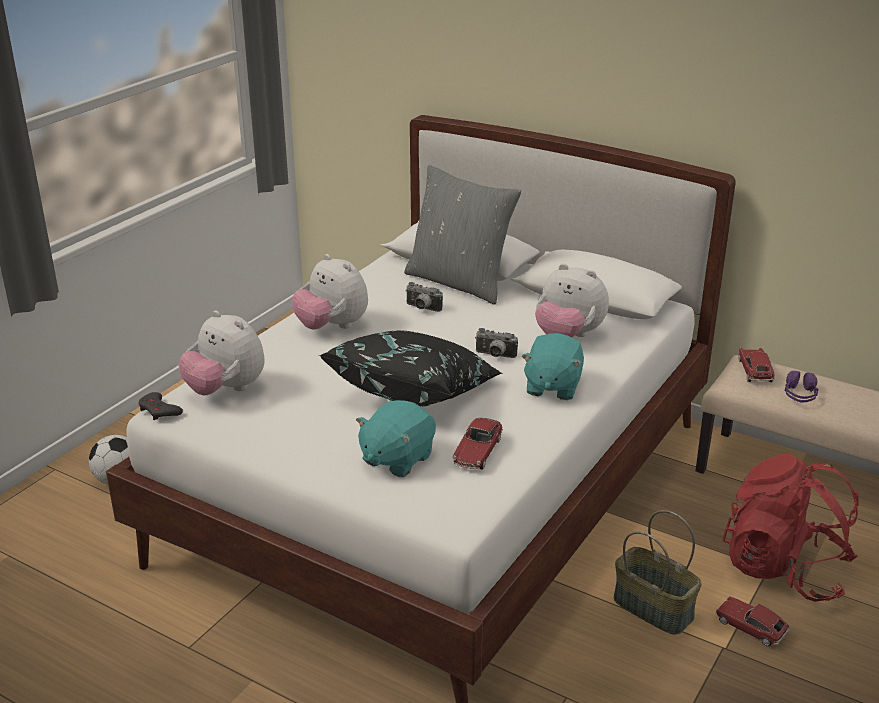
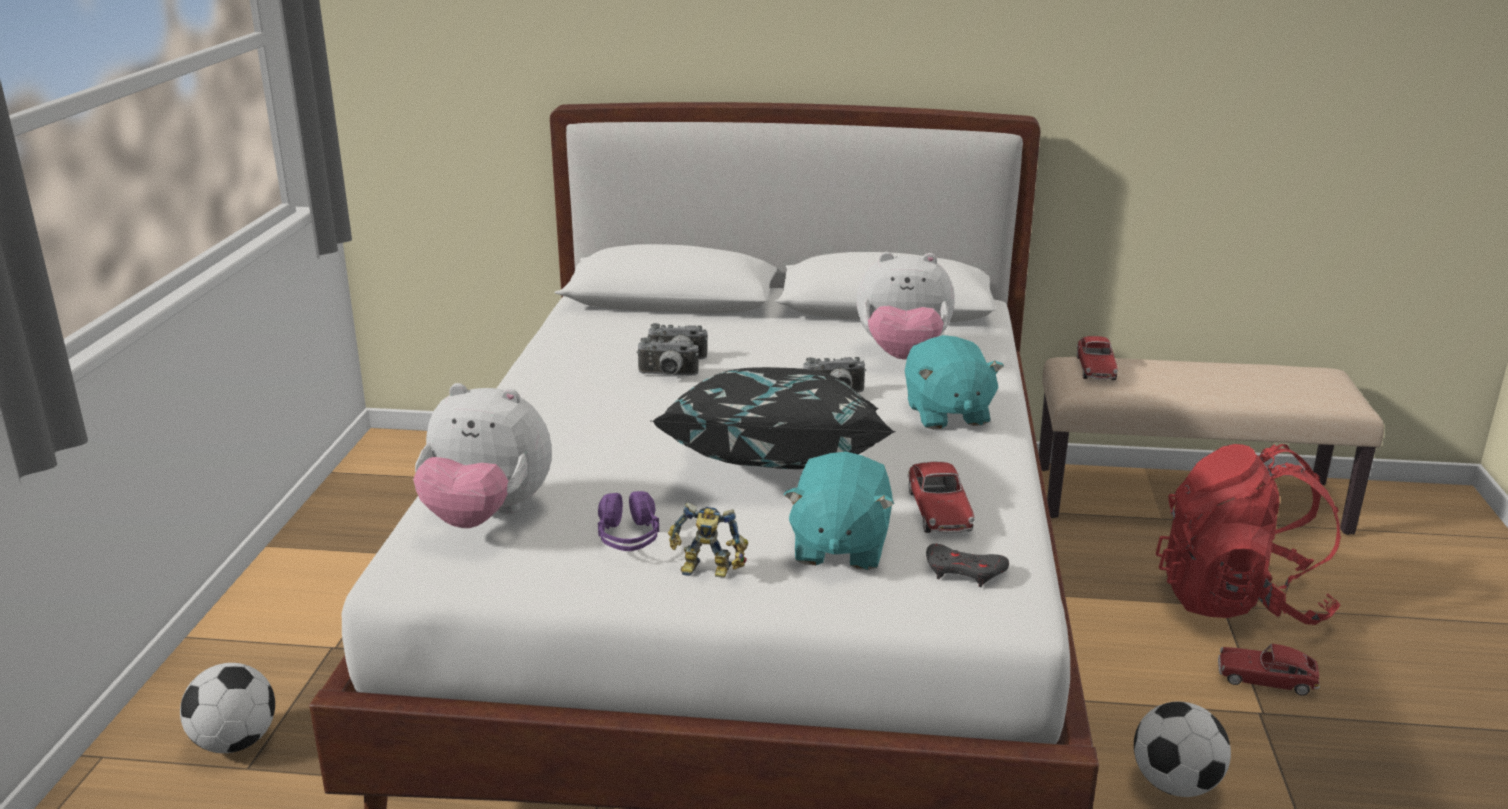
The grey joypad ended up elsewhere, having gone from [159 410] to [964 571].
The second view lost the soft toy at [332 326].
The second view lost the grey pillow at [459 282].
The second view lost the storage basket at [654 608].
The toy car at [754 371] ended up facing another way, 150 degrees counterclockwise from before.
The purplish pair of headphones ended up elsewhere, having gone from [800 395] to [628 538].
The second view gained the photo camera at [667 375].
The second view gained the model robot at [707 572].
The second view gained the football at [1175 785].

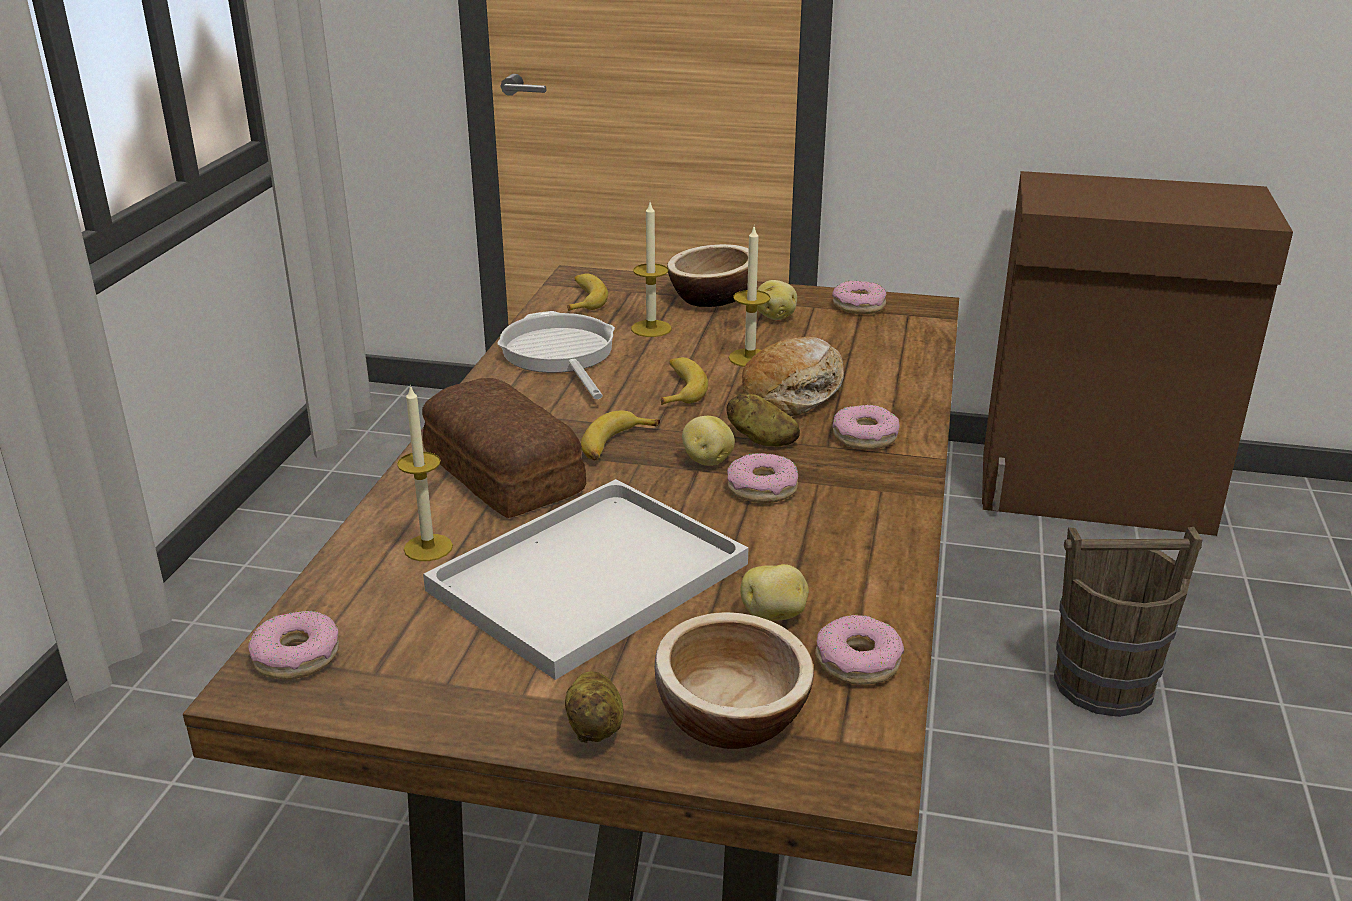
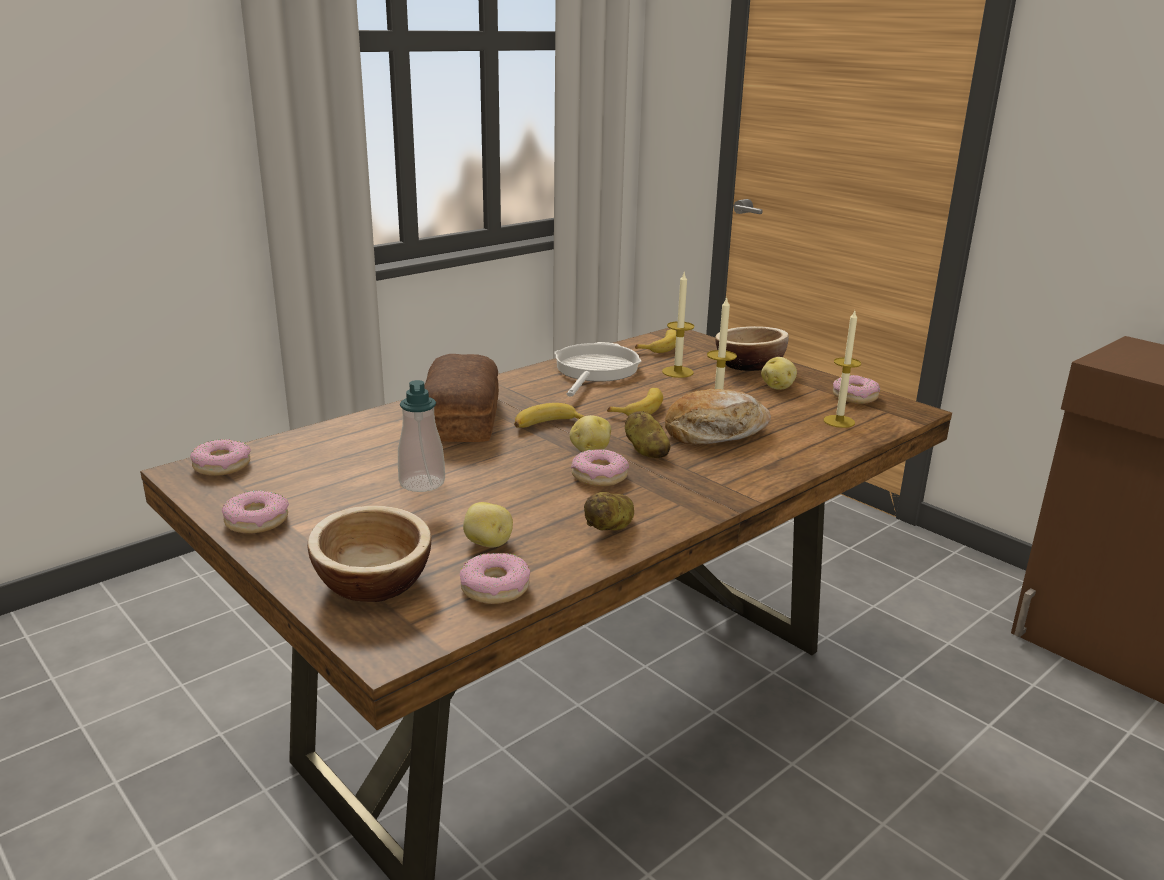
The wax light ended up elsewhere, having gone from [428 547] to [839 421].
Where the white-coloured serving tray stood at [591 573], the soap dispenser came to stand at [422 483].
The whole potato ended up elsewhere, having gone from [596 727] to [610 527].
The donut ended up elsewhere, having gone from [864 437] to [257 521].
The second view lost the brown bucket at [1102 684].

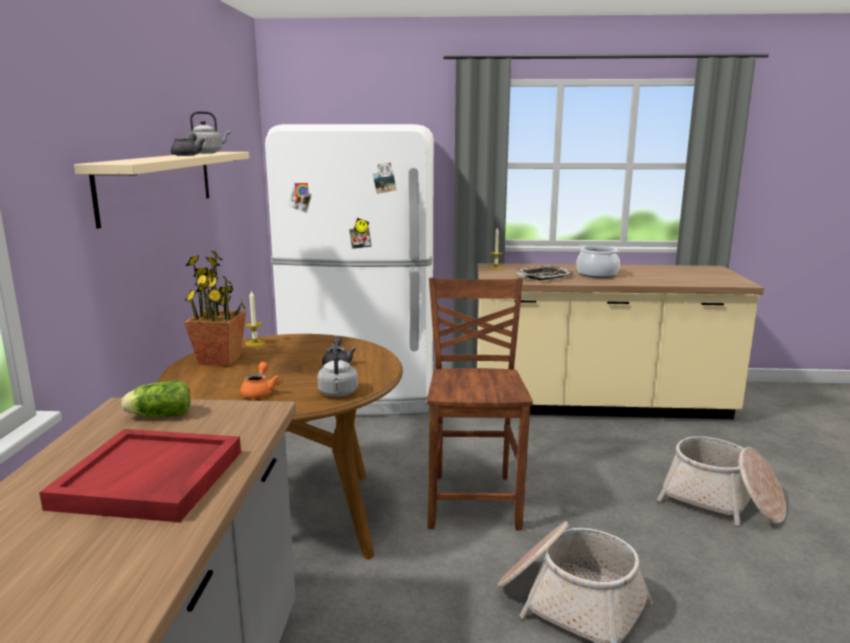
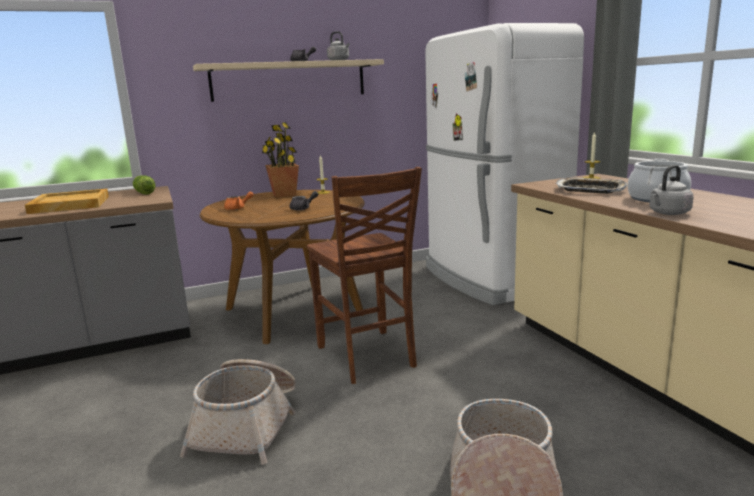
What was the red-coloured serving tray at [150 480] turned into the beige-coloured serving tray at [69 204].
The grey water kettle ended up elsewhere, having gone from [338 394] to [668 213].
The brown chair at [474 500] ended up facing another way, 90 degrees clockwise from before.

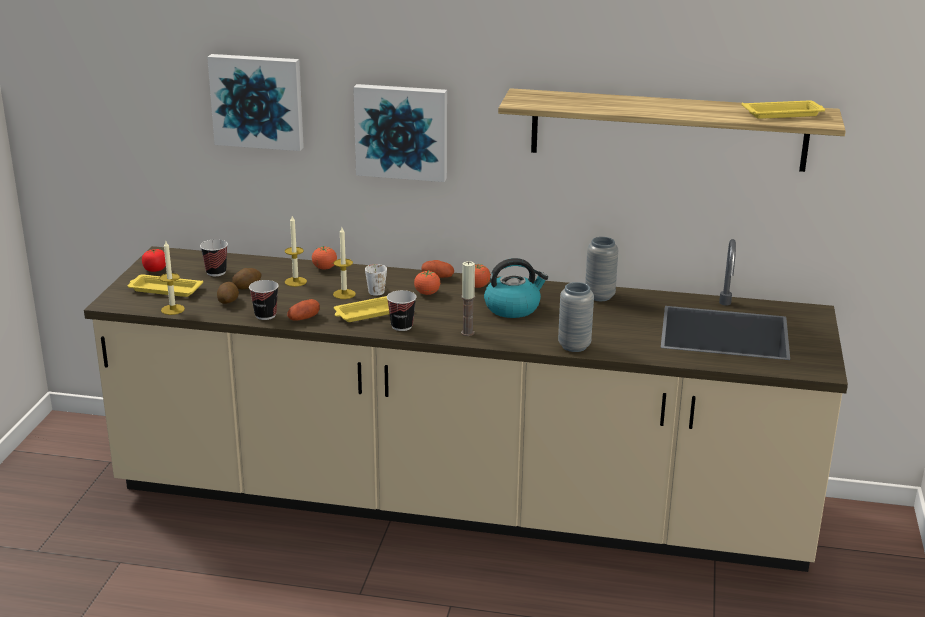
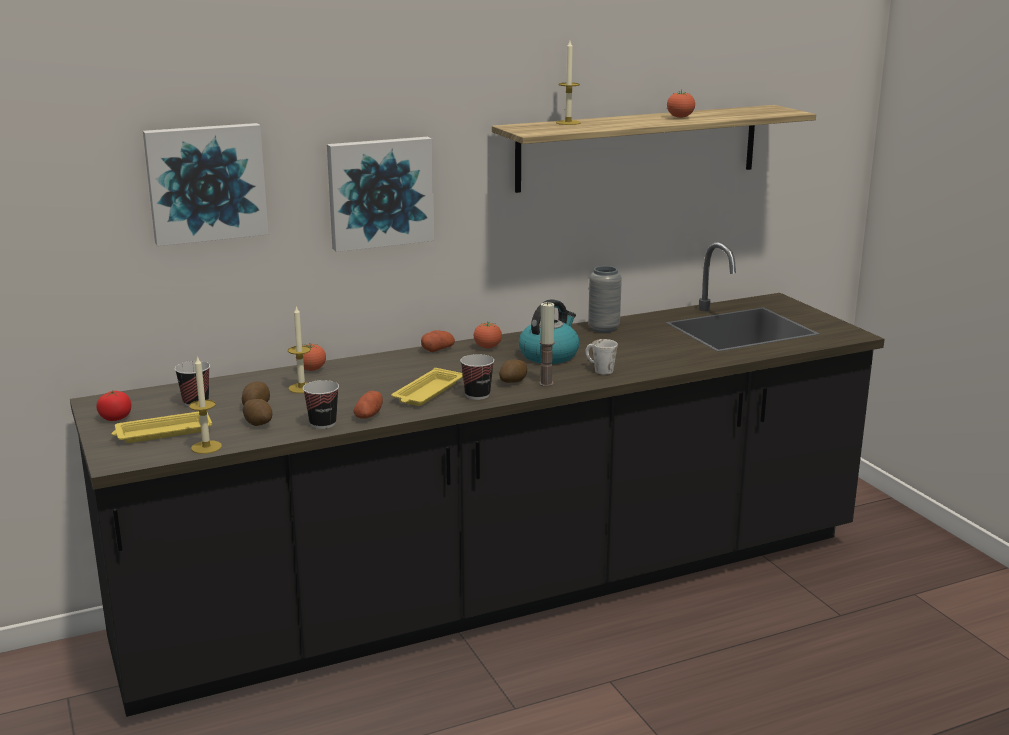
What was the beige-coloured kitchen base unit at [460 502] turned into the black-coloured kitchen base unit at [504 590].
The wax light ended up elsewhere, having gone from [344 294] to [568 122].
The white-coloured tea mug ended up elsewhere, having gone from [375 290] to [599 369].
The whole tomato ended up elsewhere, having gone from [427 293] to [680 117].
The second view lost the grey decorative vase at [574 346].
The second view lost the yellowish serving tray at [784 114].
The second view gained the whole potato at [513 382].

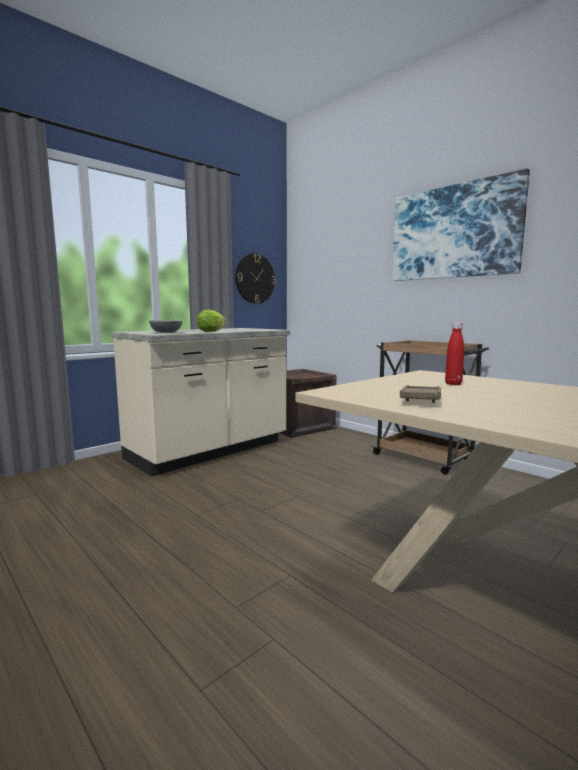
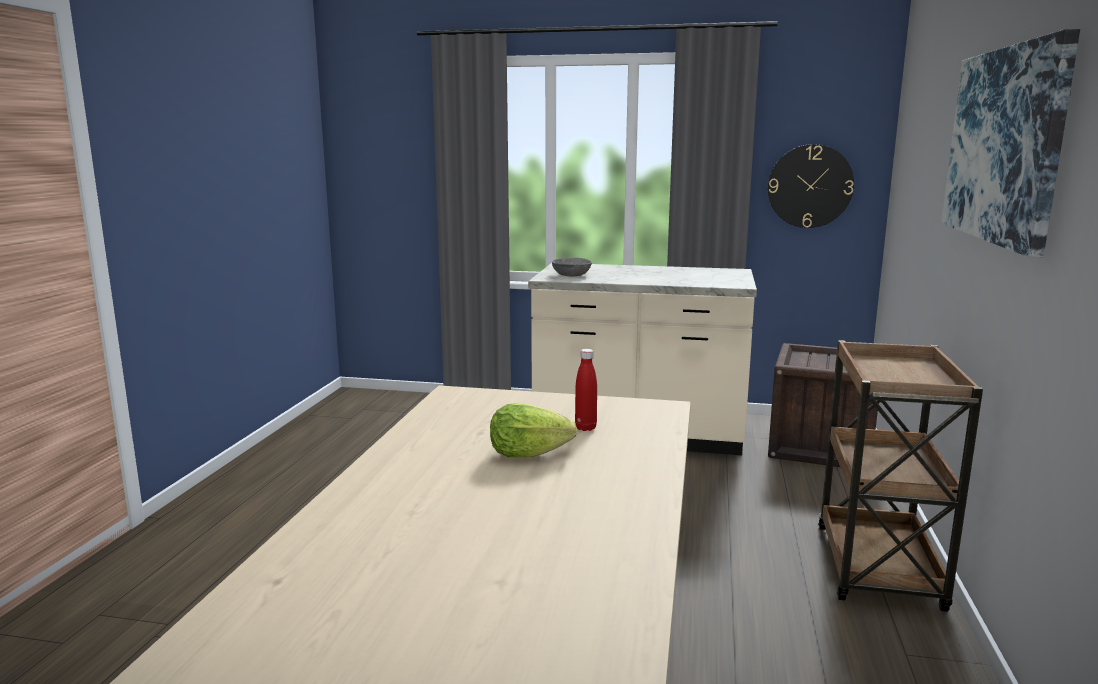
The lettuce ended up elsewhere, having gone from [211 331] to [527 454].
The second view lost the brown serving tray at [421 399].

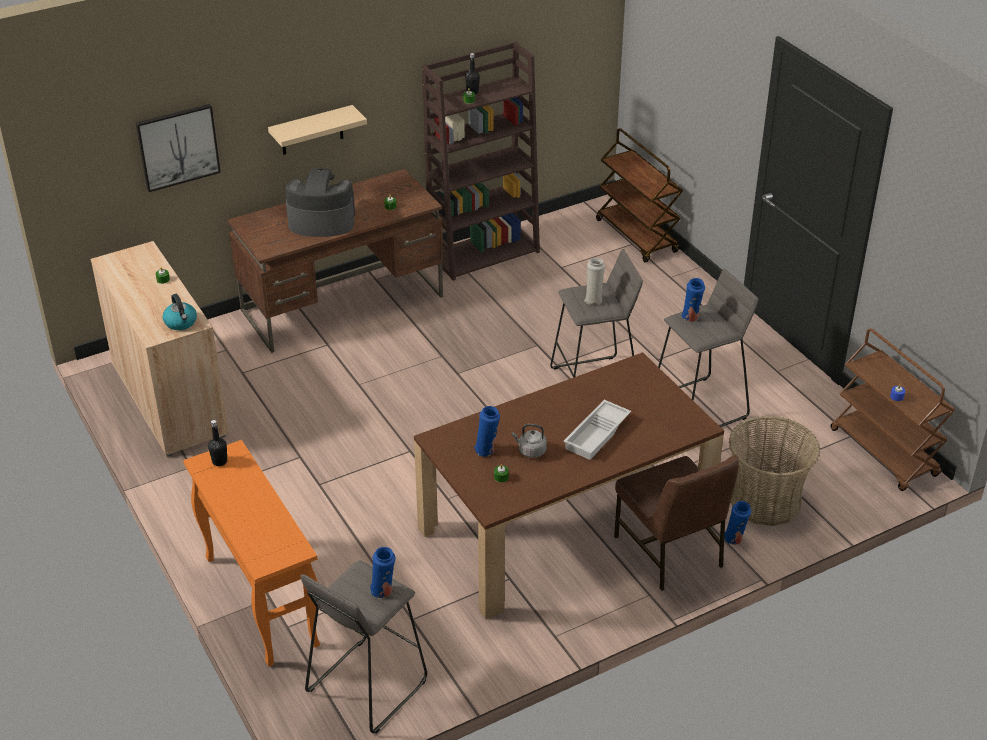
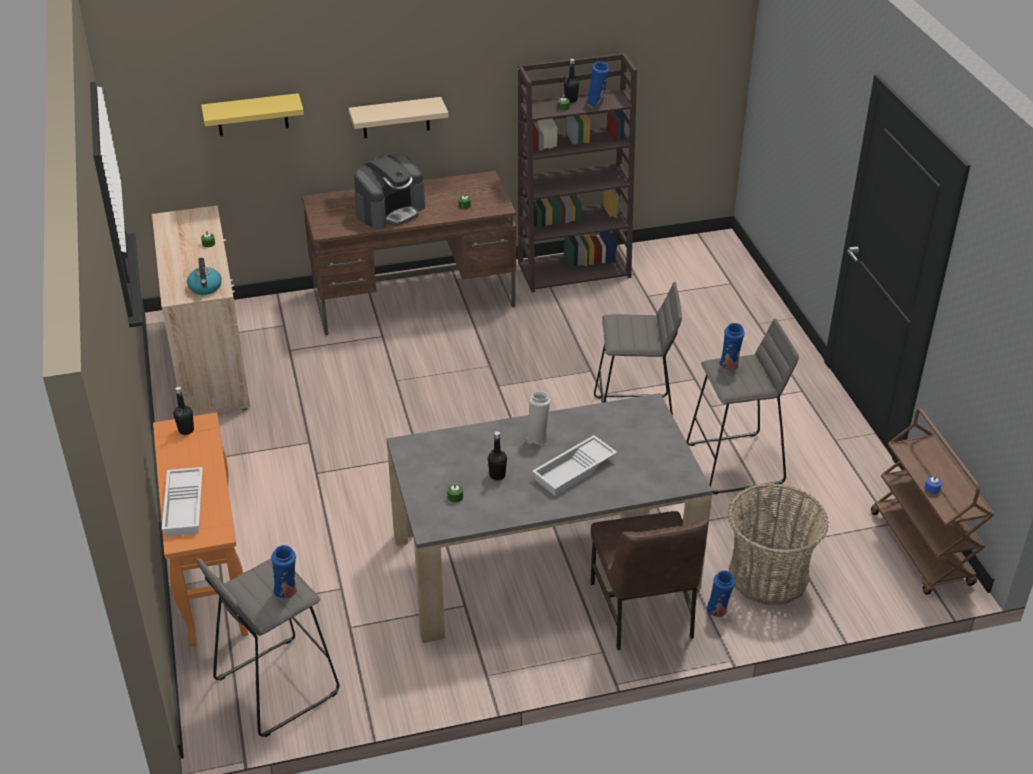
Where the wall art hung at [178 146], the yellowish bracket shelf came to hang at [252 115].
The coffee machine at [321 222] ended up facing another way, 120 degrees clockwise from before.
What was the brown dining table at [565 525] turned into the grey dining table at [544 560].
The bluish decorative vase ended up elsewhere, having gone from [487 450] to [597 103].
Where the grey water kettle stood at [530 451], the black-coloured beverage bottle came to stand at [497 475].
The white-coloured decorative vase ended up elsewhere, having gone from [593 299] to [537 438].
The second view lost the brown wheeled cart at [637 236].
The second view gained the white-coloured serving tray at [185 506].

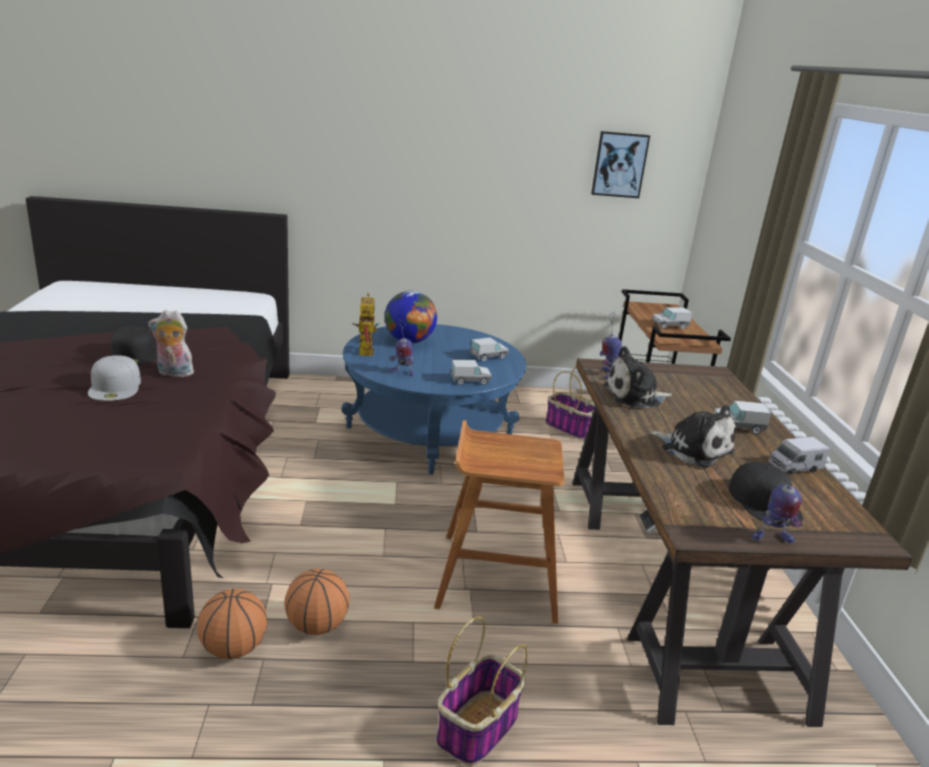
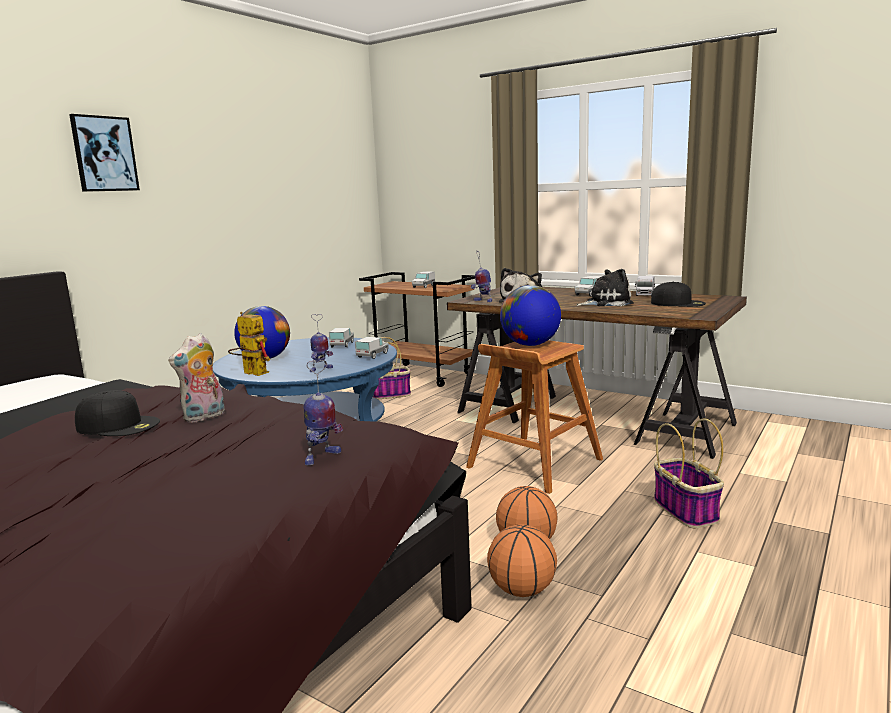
The second view lost the white-coloured baseball cap at [116 386].
The wall art ended up elsewhere, having gone from [619 164] to [104 154].
The model robot ended up elsewhere, having gone from [771 538] to [321 457].
The second view gained the desk globe at [530 345].

